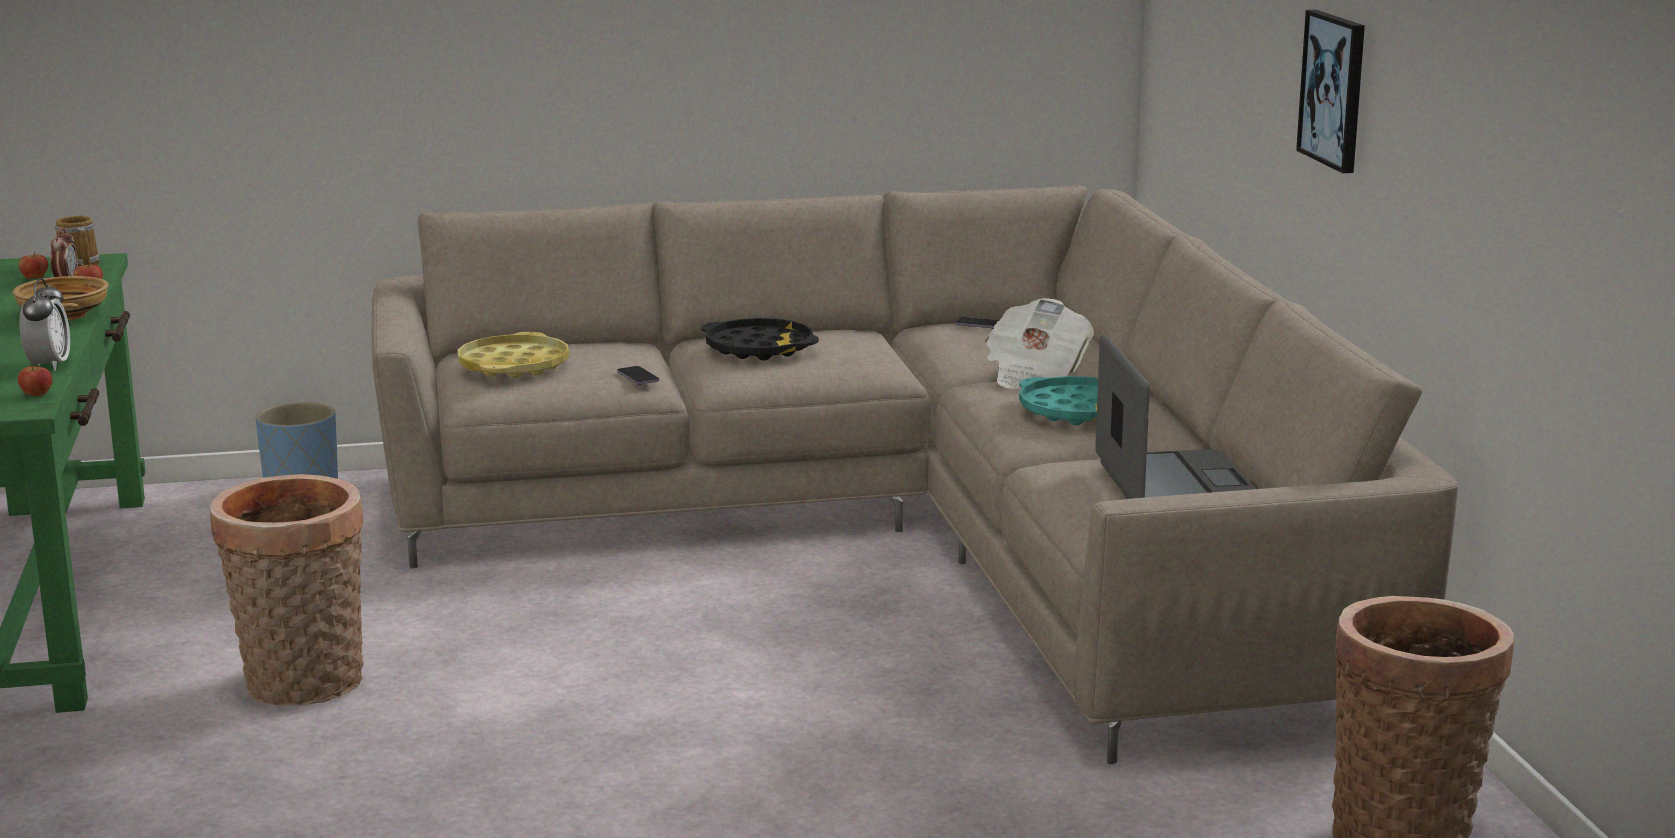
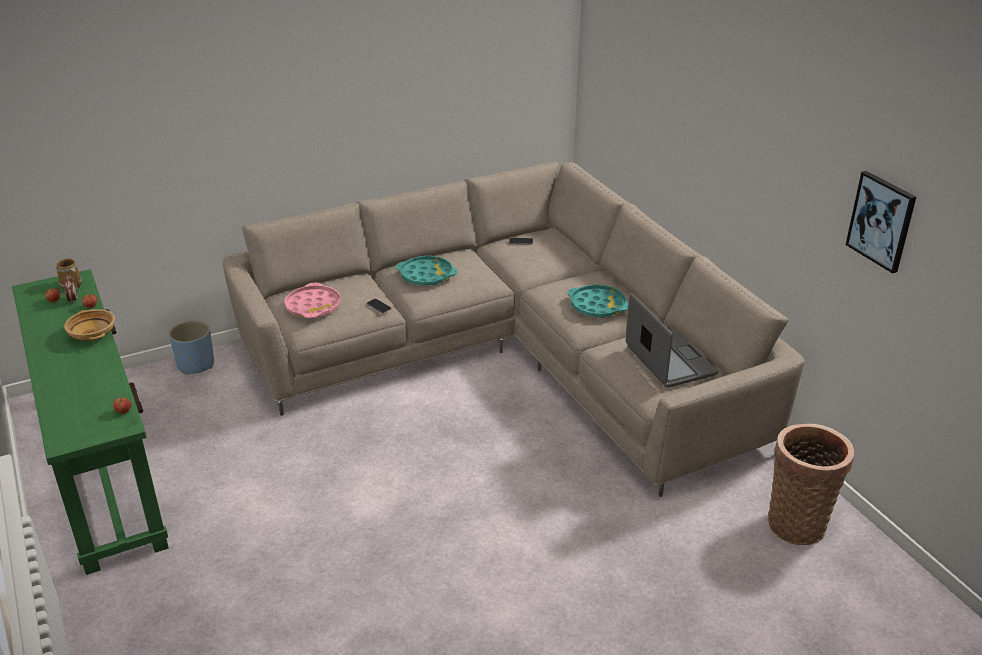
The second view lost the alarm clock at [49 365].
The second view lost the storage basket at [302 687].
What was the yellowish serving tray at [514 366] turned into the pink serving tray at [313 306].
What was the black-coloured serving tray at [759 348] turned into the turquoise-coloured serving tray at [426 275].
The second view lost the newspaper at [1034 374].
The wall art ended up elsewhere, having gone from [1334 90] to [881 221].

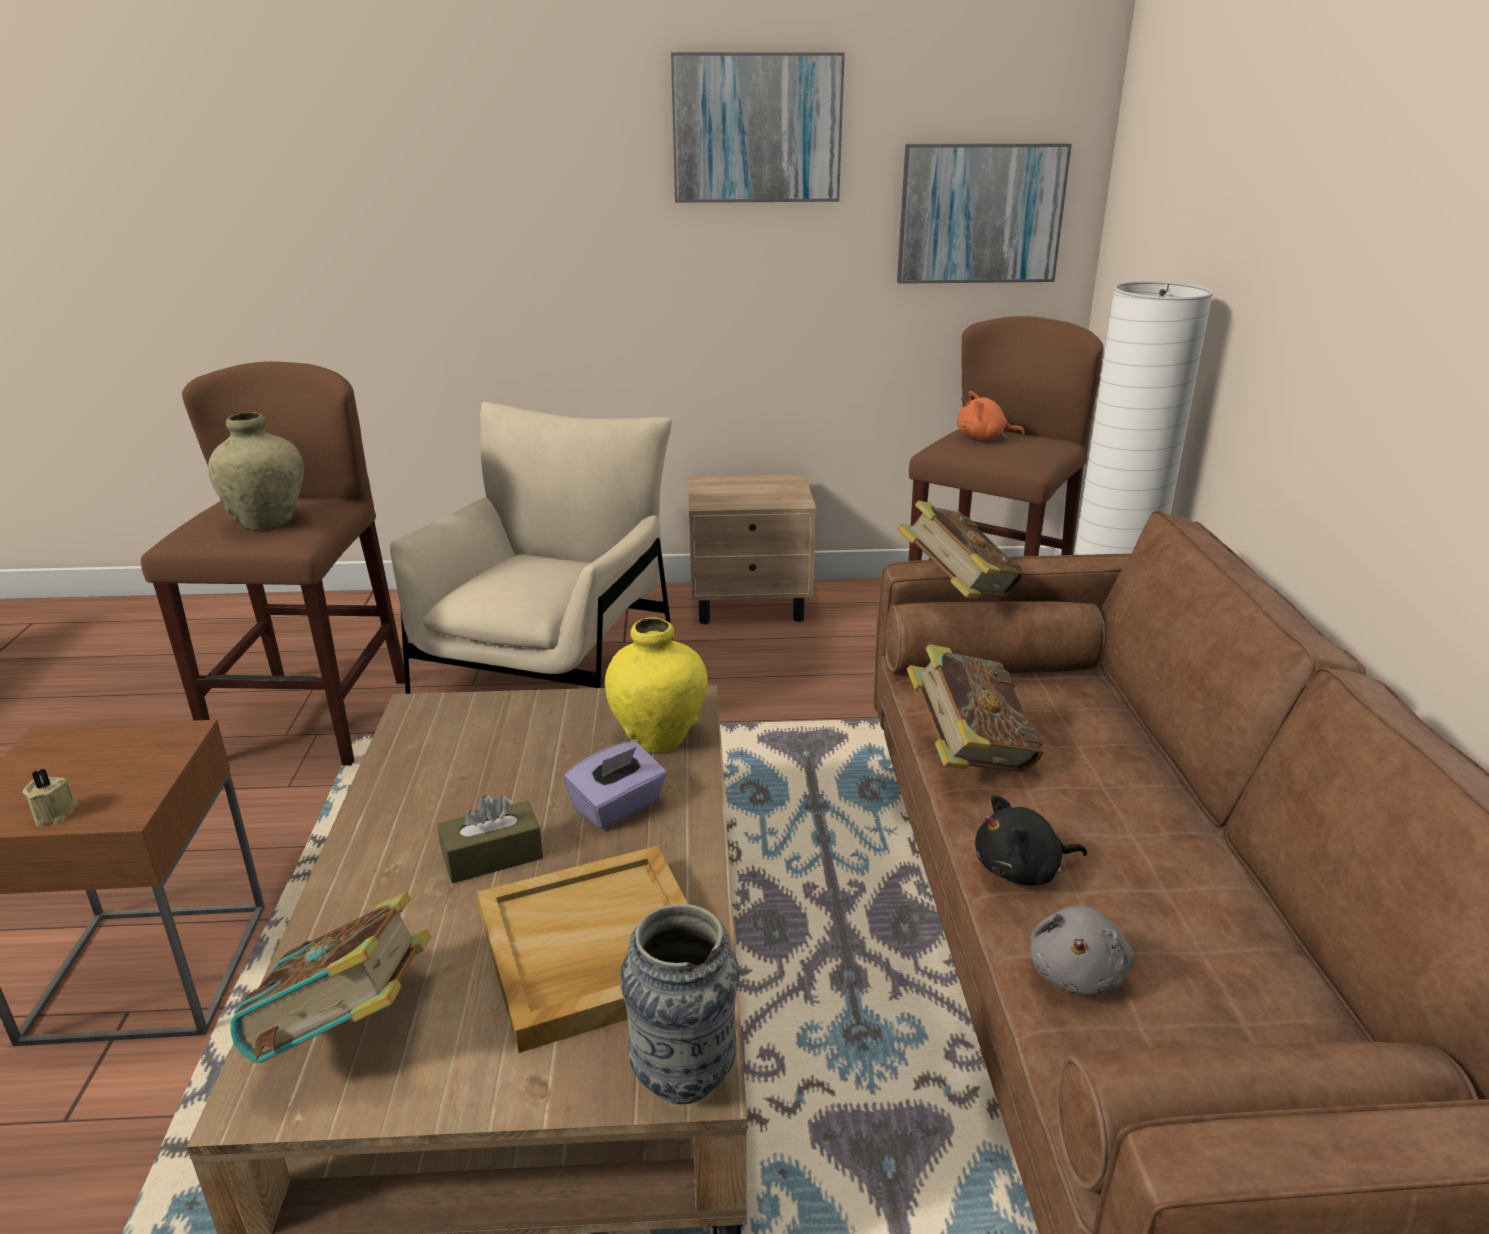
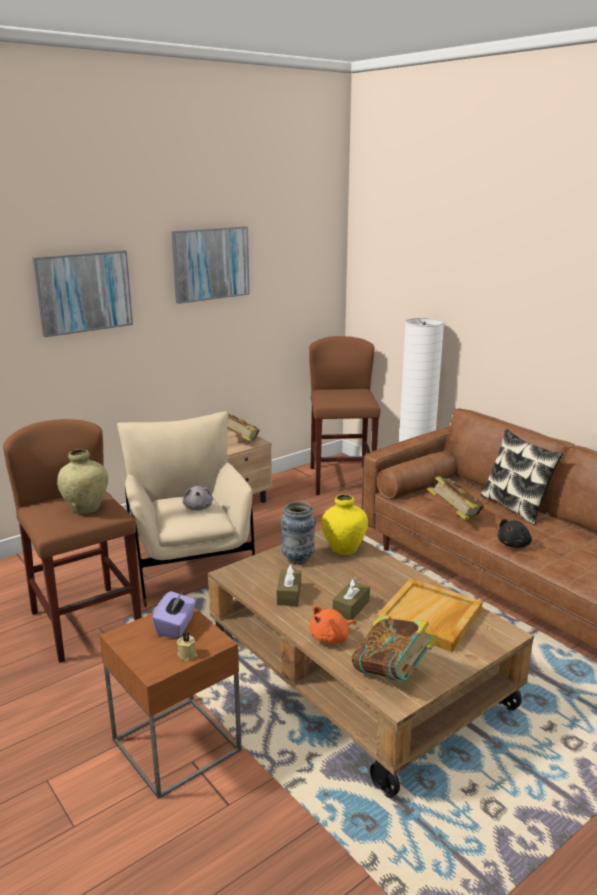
The purplish tissue box ended up elsewhere, having gone from [618 807] to [176 626].
The decorative vase ended up elsewhere, having gone from [683 1076] to [298 559].
The wall art ended up elsewhere, having gone from [980 214] to [84 292].
The book ended up elsewhere, having gone from [957 593] to [238 442].
The orange-coloured soft toy ended up elsewhere, having gone from [984 438] to [331 638].
The grey soft toy ended up elsewhere, having gone from [1077 971] to [198 507].
The second view gained the brown tissue box at [289 594].
The second view gained the pillow at [515 507].

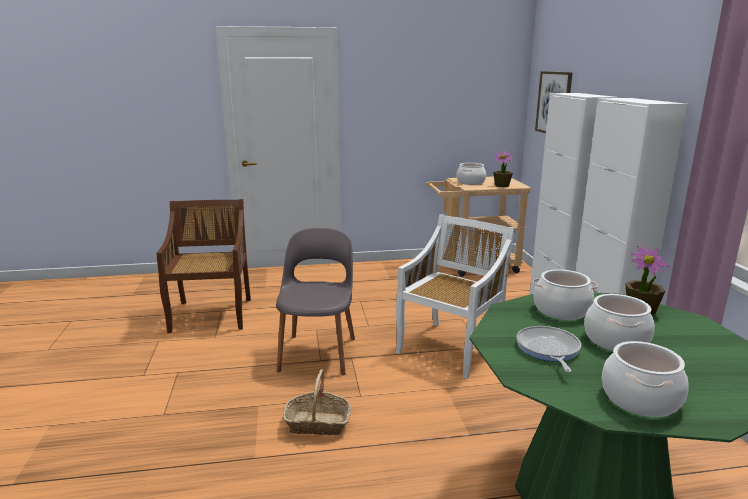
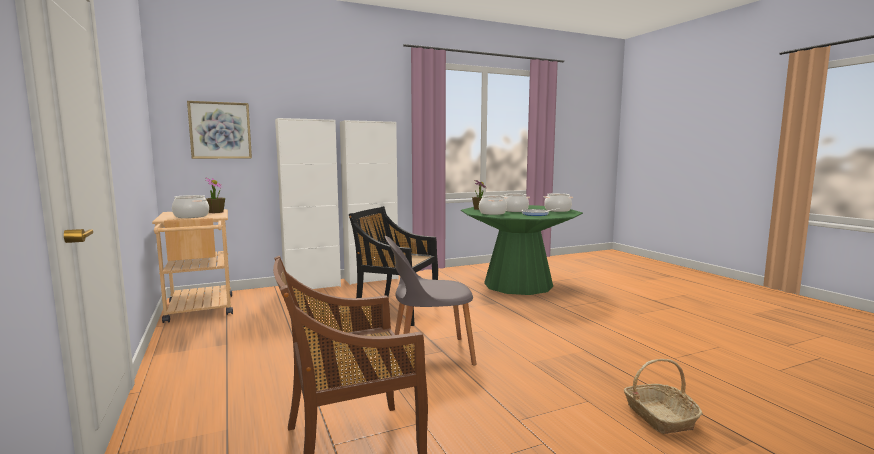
The storage basket ended up elsewhere, having gone from [318 423] to [659 416].
What was the white-coloured chair at [451 348] turned into the black-coloured chair at [396 311].

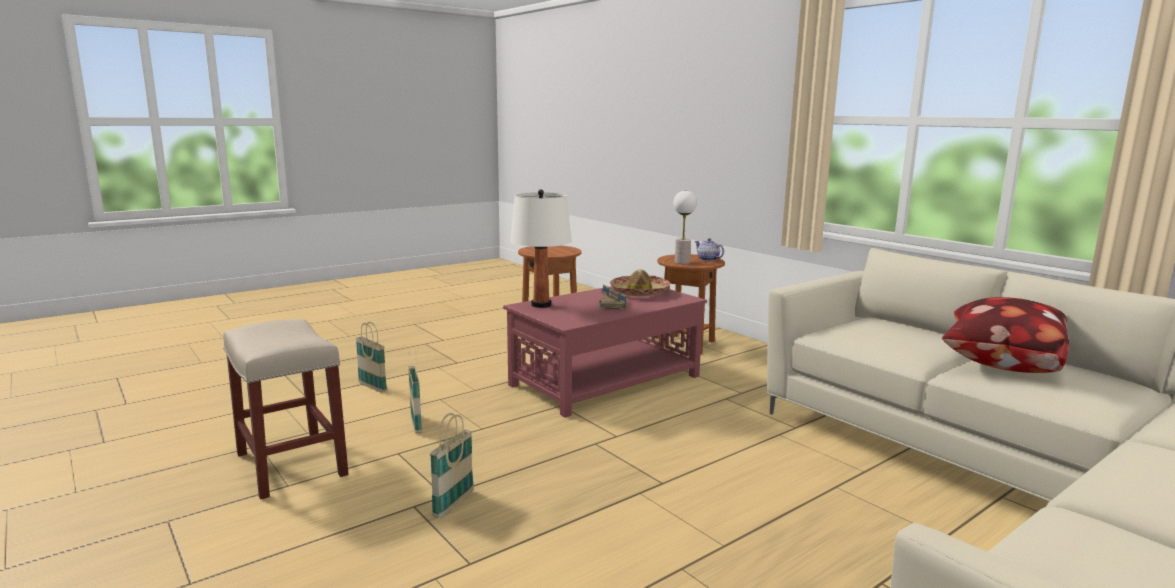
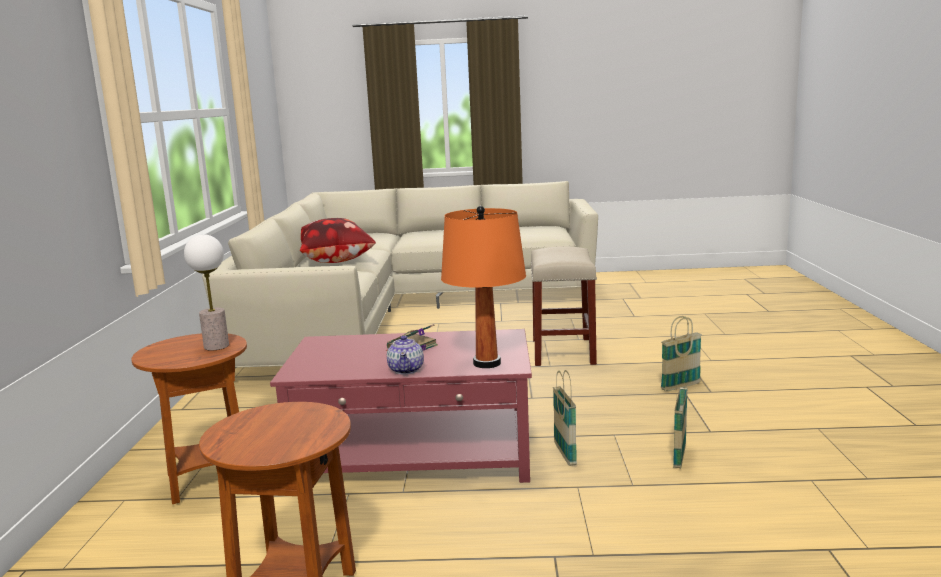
The beige-coloured stool ended up elsewhere, having gone from [292 465] to [562 351].
The storage basket ended up elsewhere, having gone from [372 387] to [564 454].
What was the white-coloured lamp for a table at [541 305] turned into the orange-coloured lamp for a table at [487 363].
The second view lost the hat at [639 292].
The pot for tea ended up elsewhere, having gone from [708 259] to [406 369].

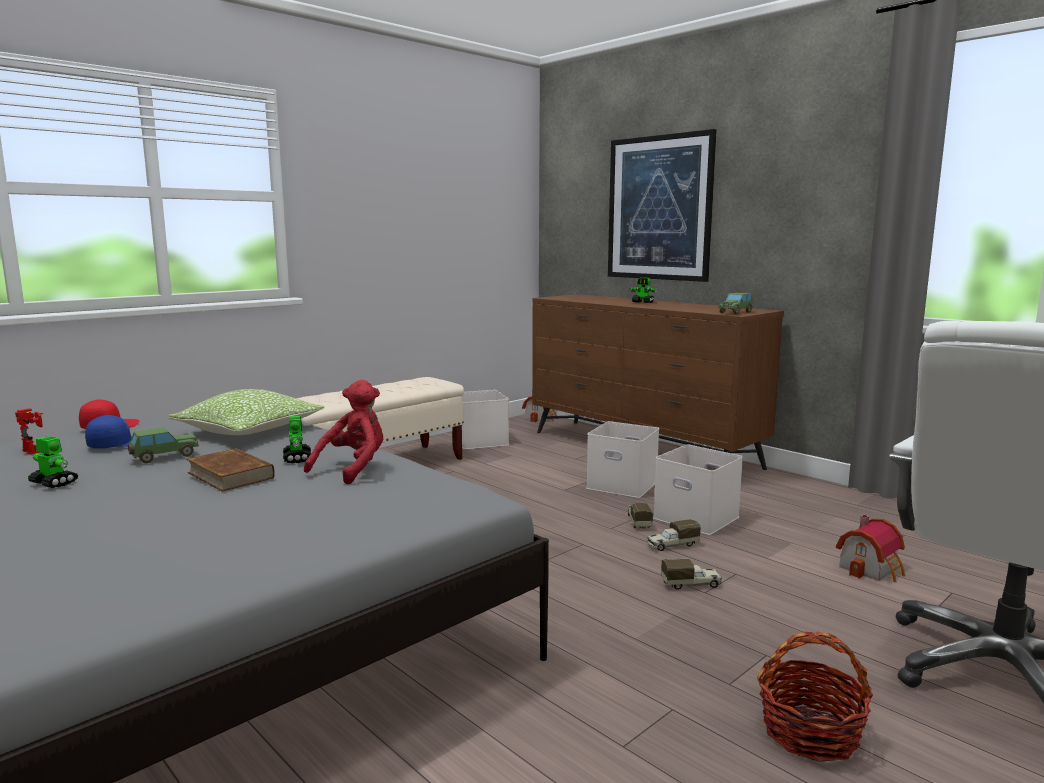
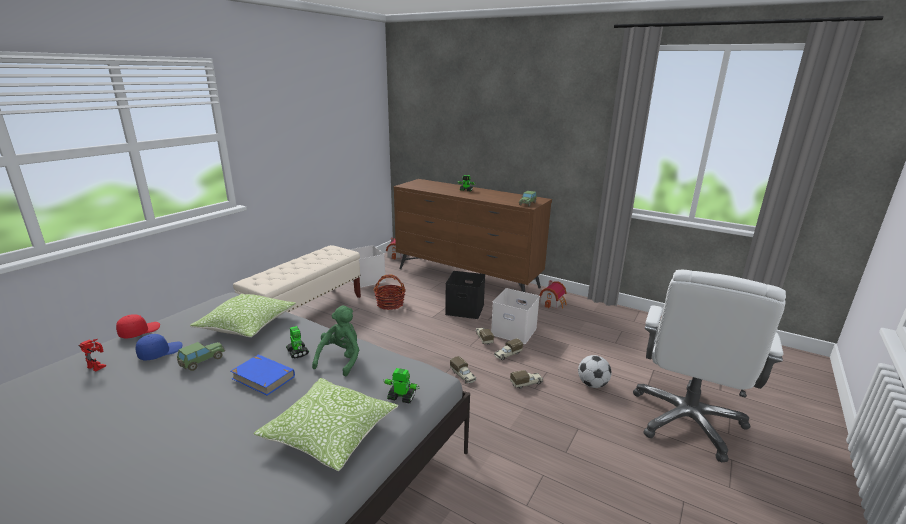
The model robot ended up elsewhere, having gone from [53 483] to [401 397].
What was the brown book at [231 475] turned into the bluish book at [263 377].
What was the red-coloured soft toy at [353 468] turned into the green-coloured soft toy at [341 359].
What was the white-coloured storage box at [623 484] turned into the black-coloured storage box at [465 309].
The second view lost the wall art at [659 208].
The storage basket ended up elsewhere, having gone from [810 732] to [390 304].
The miniature house ended up elsewhere, having gone from [872 568] to [553 303].
The second view gained the pillow at [330 433].
The second view gained the toy lorry at [463 376].
The second view gained the football at [592 384].

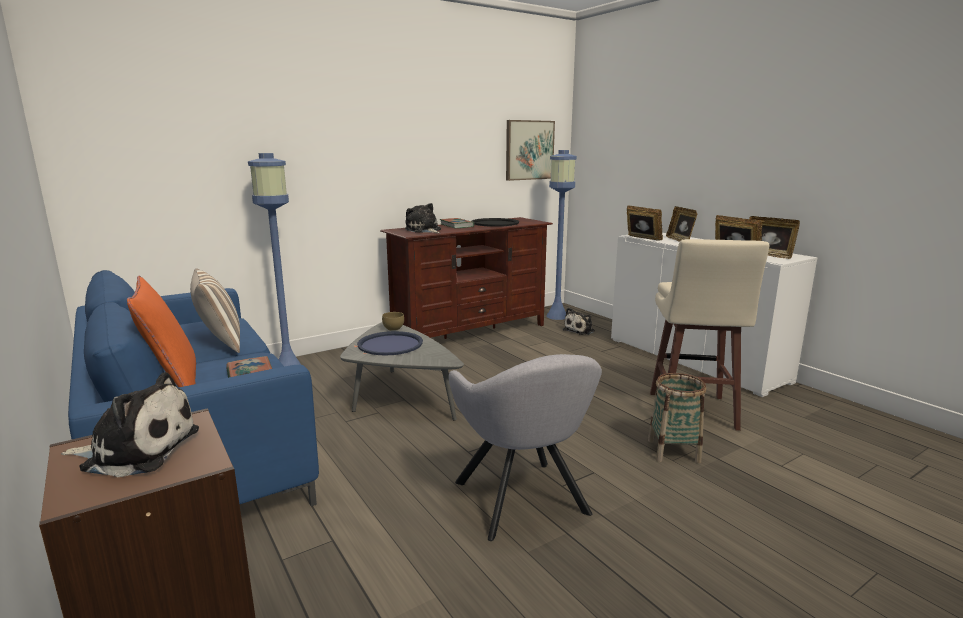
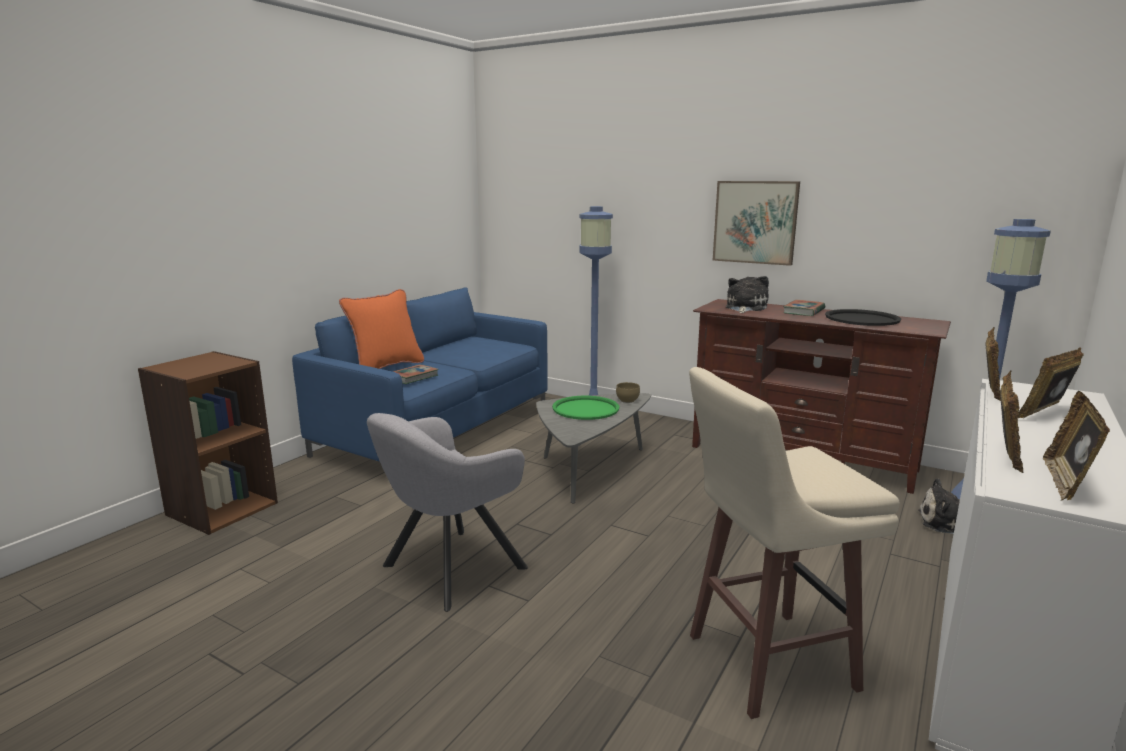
The second view lost the soft toy at [137 450].
The second view lost the pillow at [220 343].
What was the bluish serving tray at [390 344] turned into the green-coloured serving tray at [585 409].
The wall art ended up elsewhere, having gone from [529 150] to [755 222].
The second view lost the storage basket at [673 451].

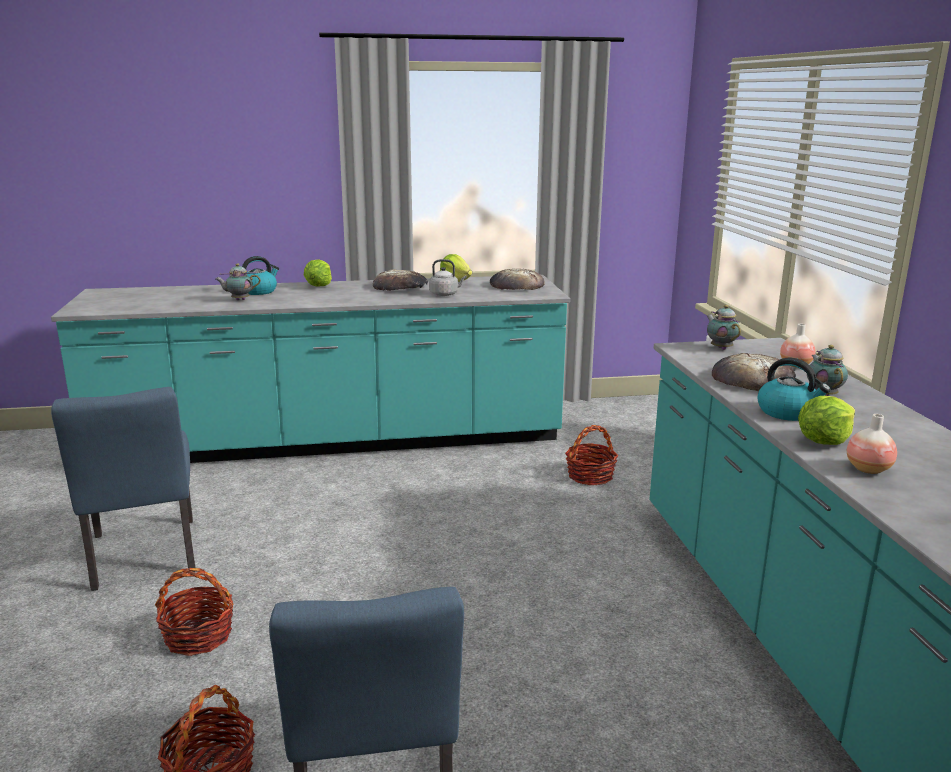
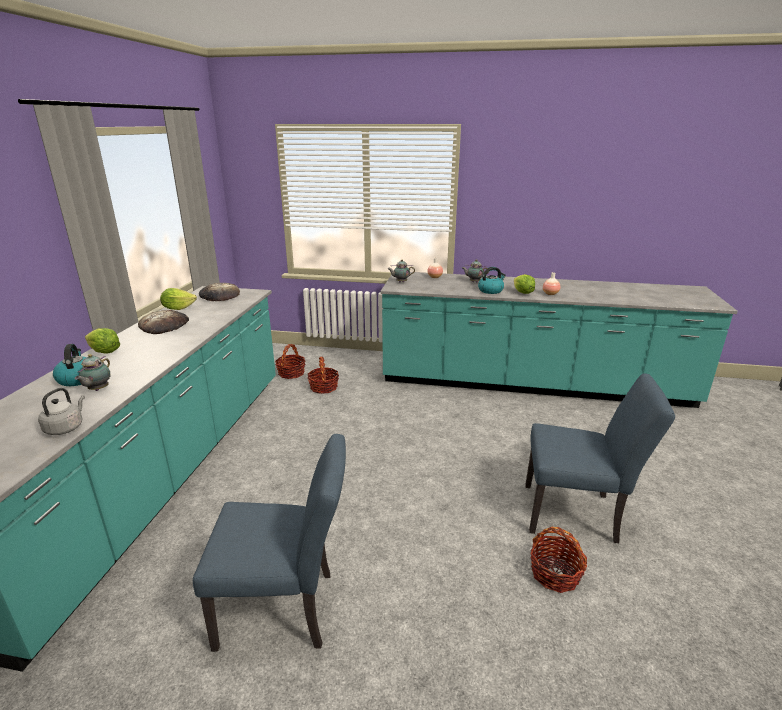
The storage basket ended up elsewhere, having gone from [198 636] to [291 373].
The grey water kettle ended up elsewhere, having gone from [445 294] to [66 427].
The second view lost the bread at [752 379].

